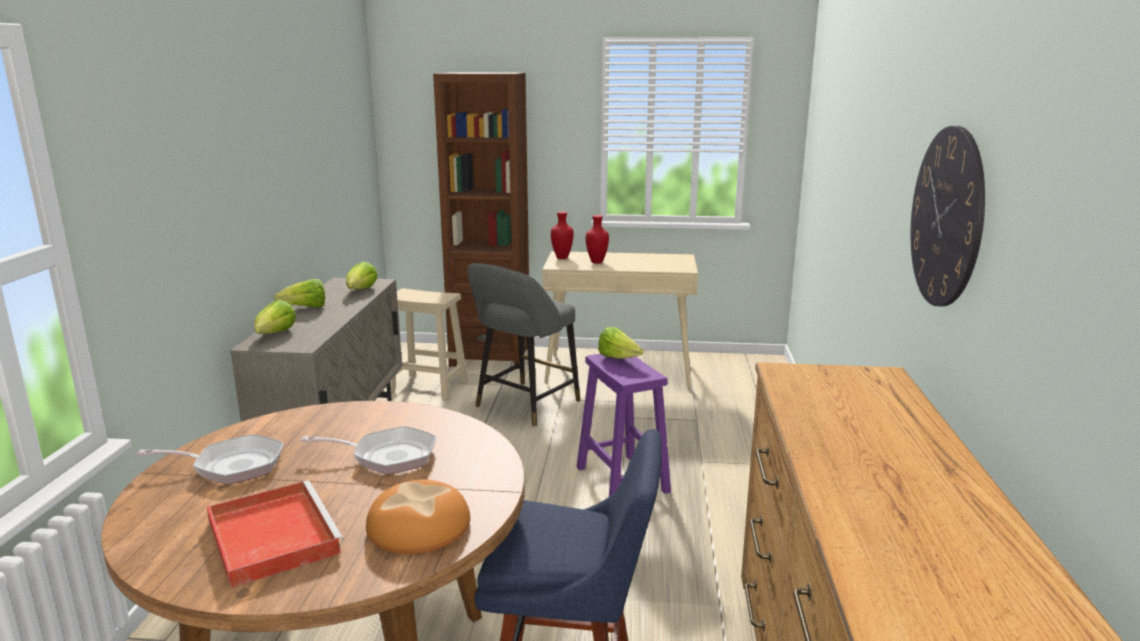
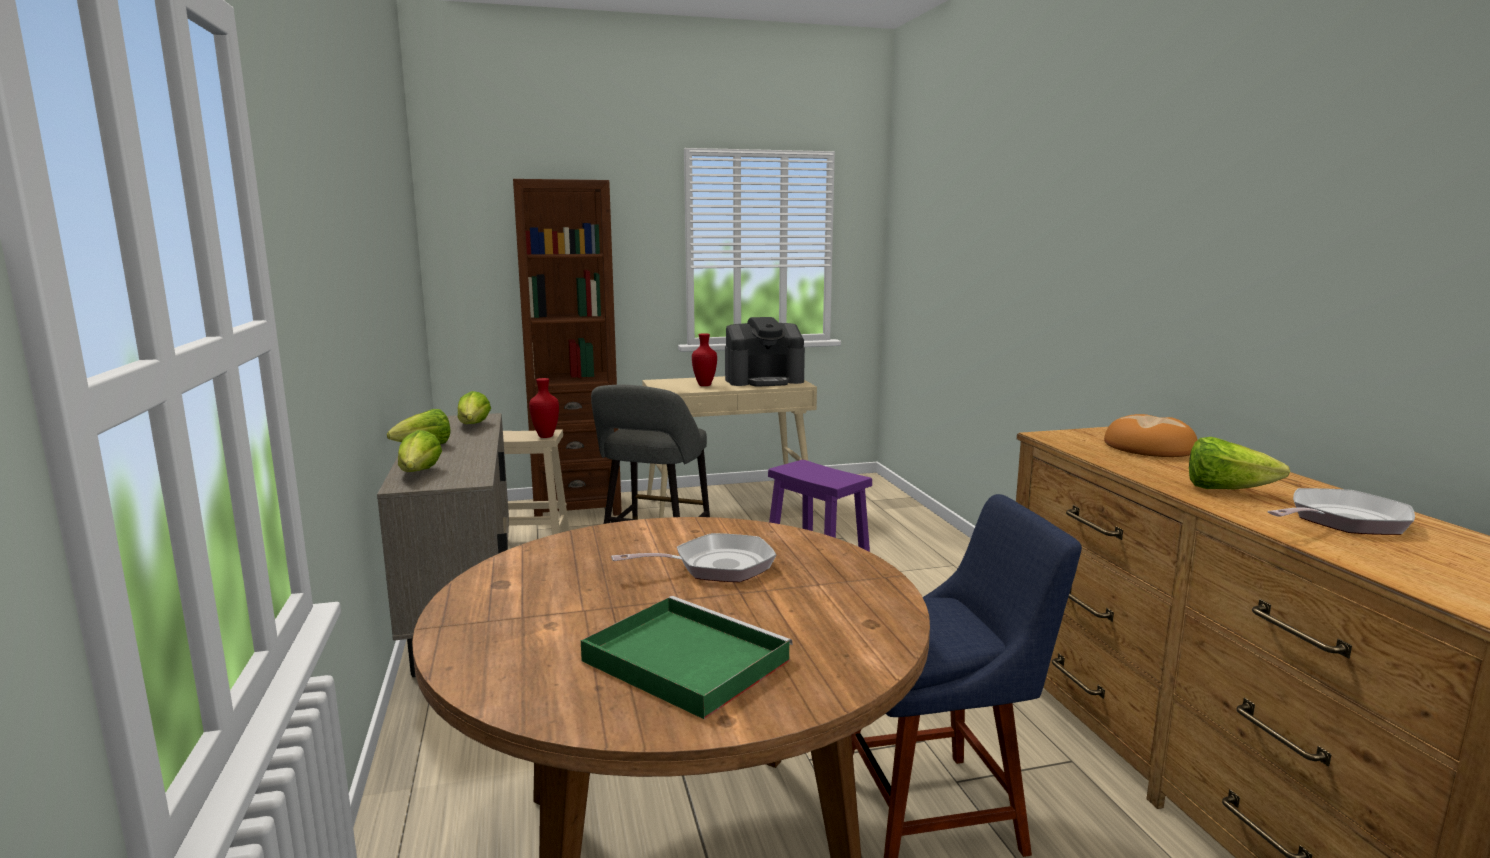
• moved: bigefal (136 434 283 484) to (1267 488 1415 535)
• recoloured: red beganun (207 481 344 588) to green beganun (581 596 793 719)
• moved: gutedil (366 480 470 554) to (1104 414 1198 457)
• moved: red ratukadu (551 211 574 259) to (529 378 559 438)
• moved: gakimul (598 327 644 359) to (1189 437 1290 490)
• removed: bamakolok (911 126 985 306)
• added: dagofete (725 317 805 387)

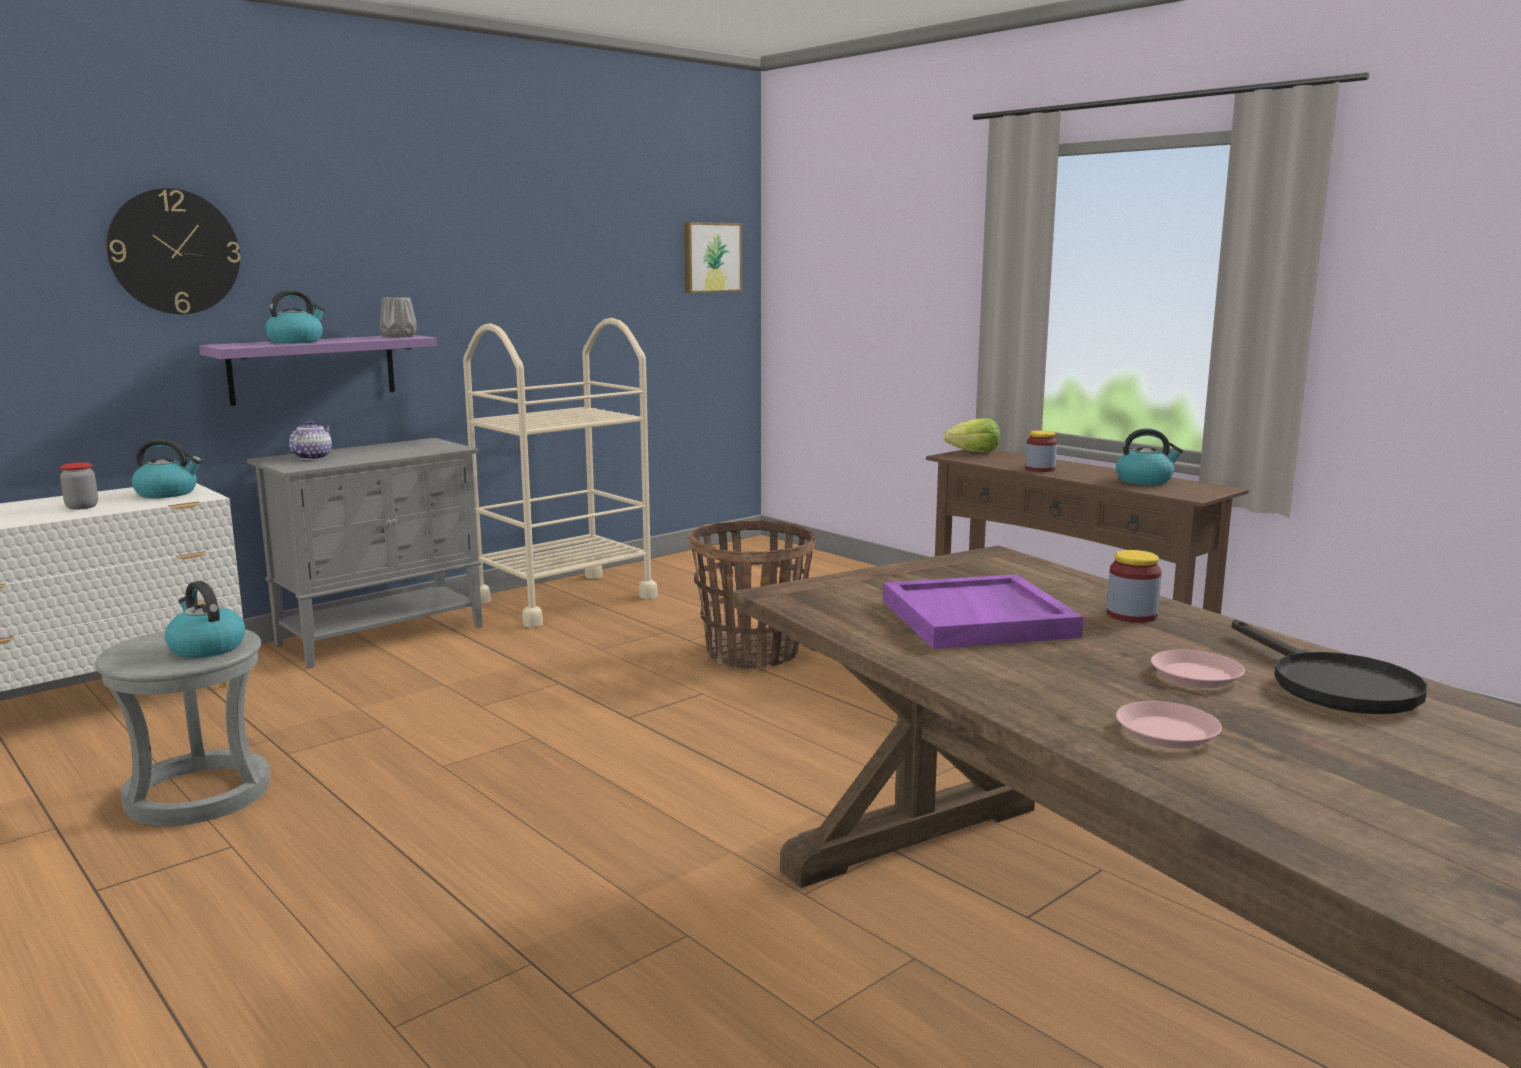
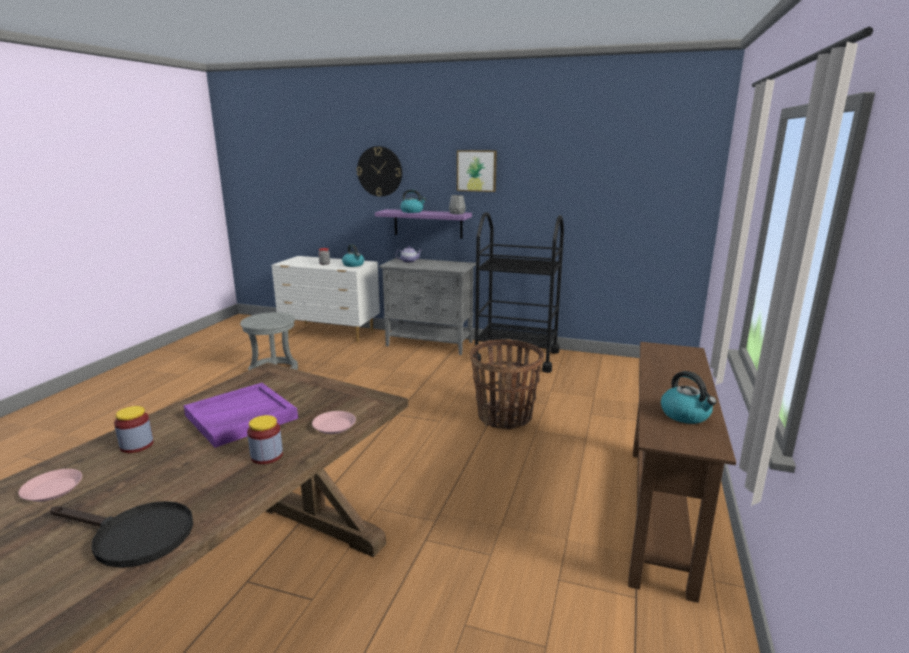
• removed: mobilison (165 581 245 658)
• recoloured: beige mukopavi (463 318 658 628) to black mukopavi (473 212 564 373)
• moved: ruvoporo (684 222 742 293) to (457 150 497 192)
• removed: gakimul (944 418 1000 453)
• moved: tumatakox (1025 430 1057 472) to (114 406 154 453)
• moved: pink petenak (1151 650 1245 688) to (312 411 356 434)
• turned: black bigefal (1232 619 1428 714) = (50 501 193 568) 120 degrees counterclockwise

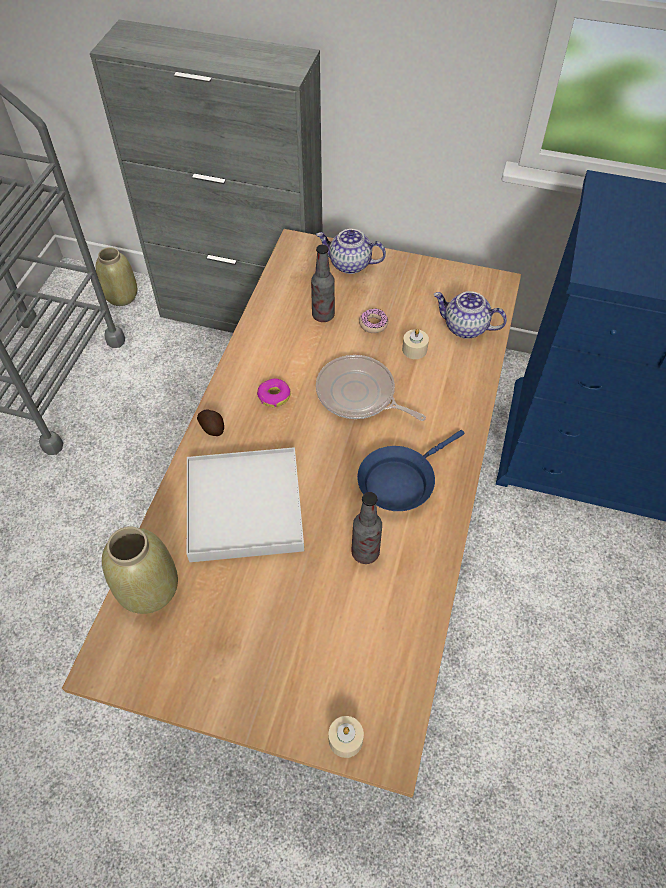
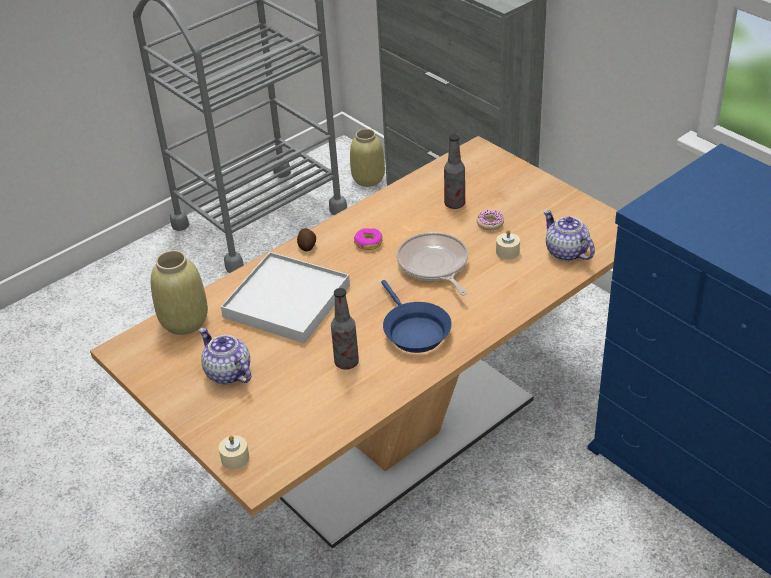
• moved: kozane (316 229 386 274) to (199 328 251 384)
• turned: blue bigefal (357 430 464 511) = (381 280 452 353) 105 degrees counterclockwise

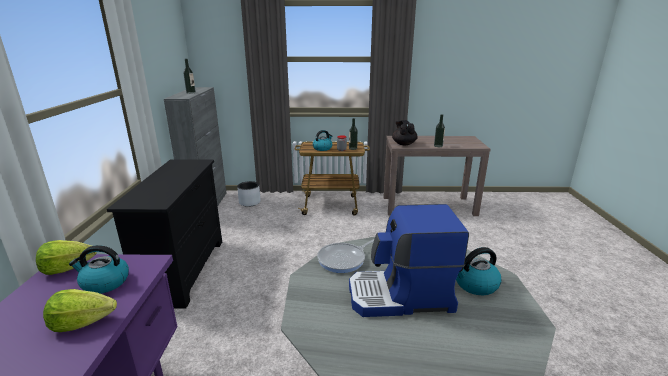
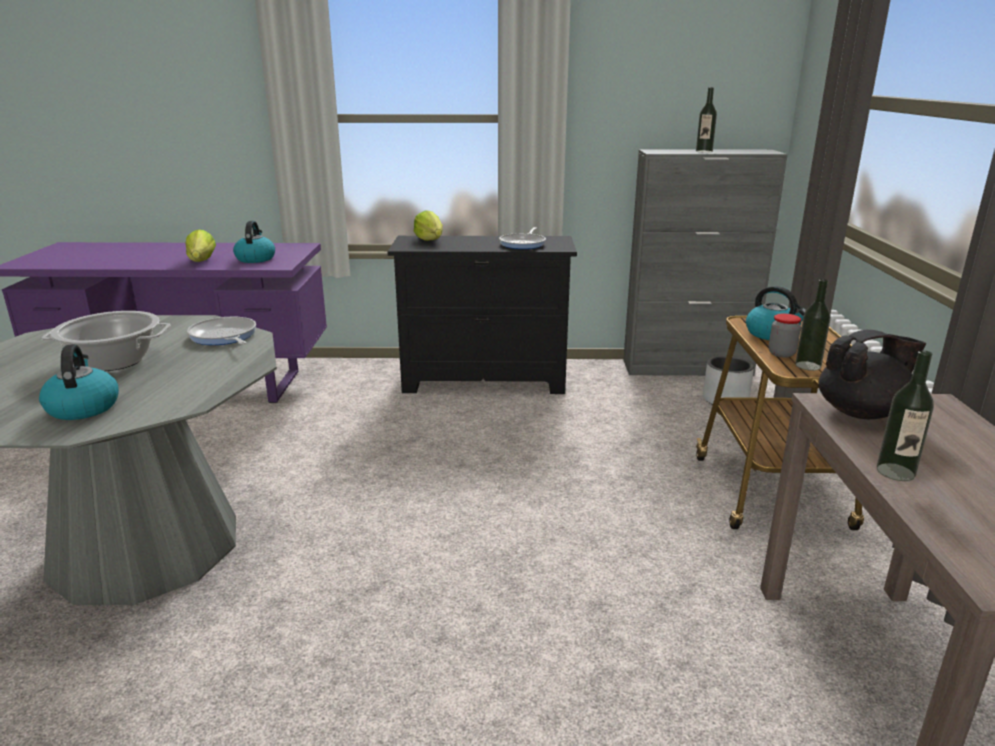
• moved: gakimul (36 240 97 275) to (414 210 443 241)
• replaced: dagofete (349 204 469 317) to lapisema (41 311 171 371)
• added: bigefal (499 227 546 249)

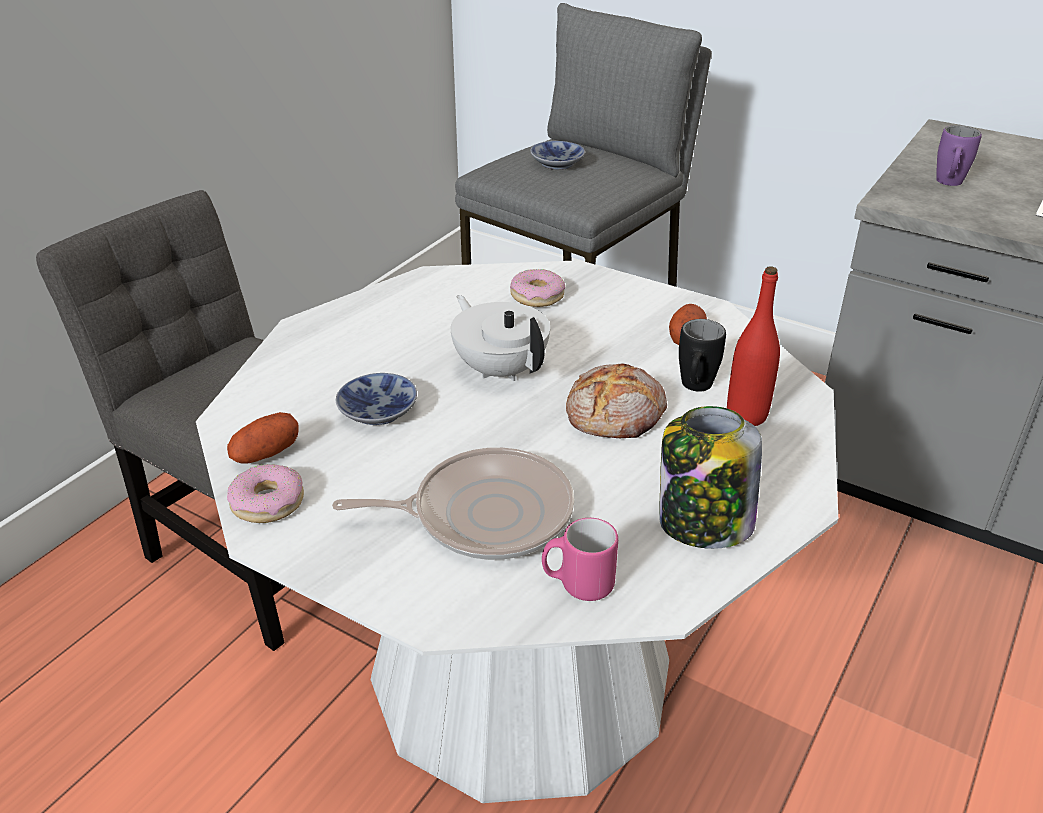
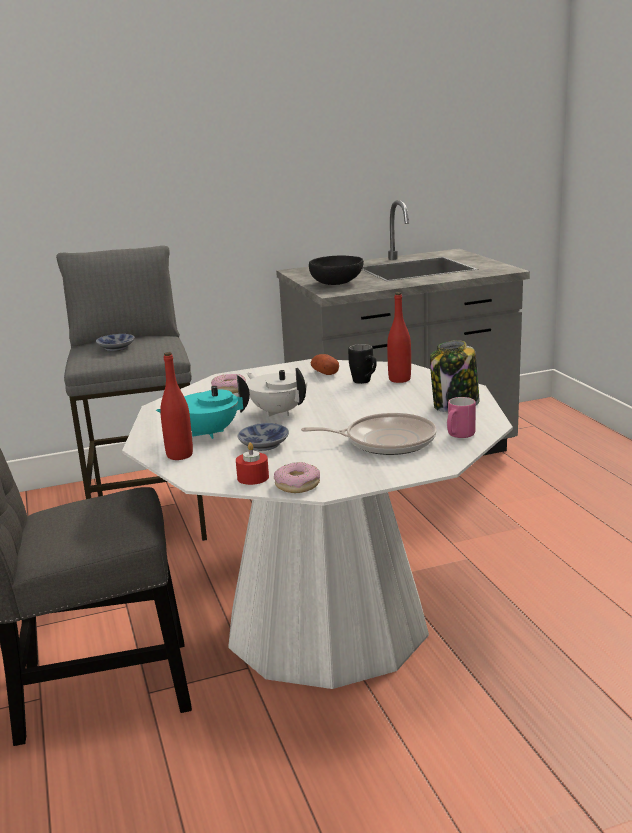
• replaced: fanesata (227 412 299 464) to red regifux (236 443 269 485)
• turned: bigefal (332 447 574 560) = (301 413 436 455) 60 degrees clockwise
• turned: white kozane (451 295 550 381) = (247 368 307 417) 45 degrees clockwise
• removed: gutedil (566 364 667 438)
• replaced: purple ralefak (936 125 982 186) to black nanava (309 256 364 285)
• added: turquoise kozane (156 375 250 439)
• added: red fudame (160 352 193 460)

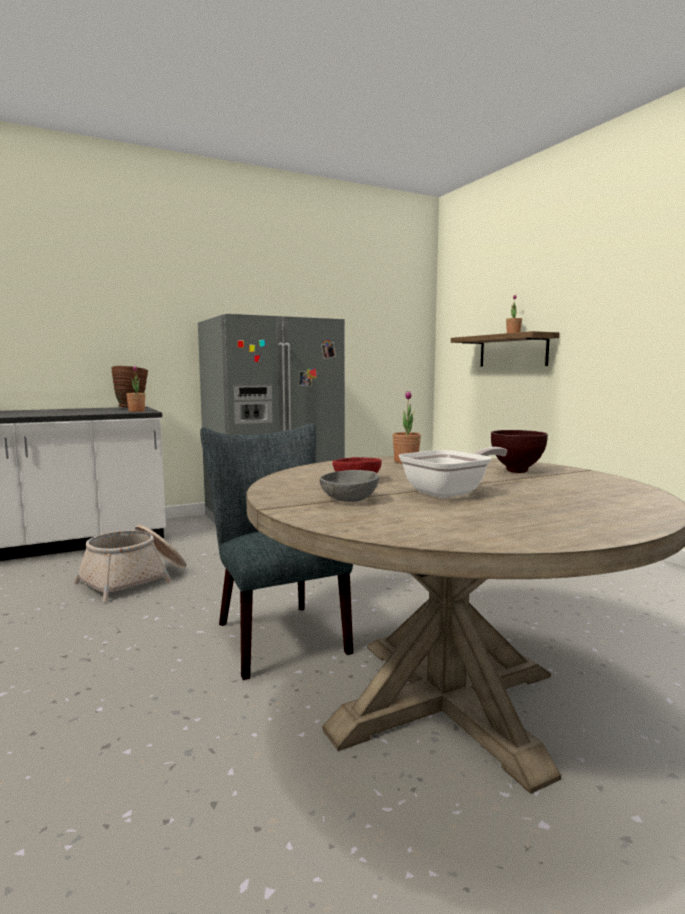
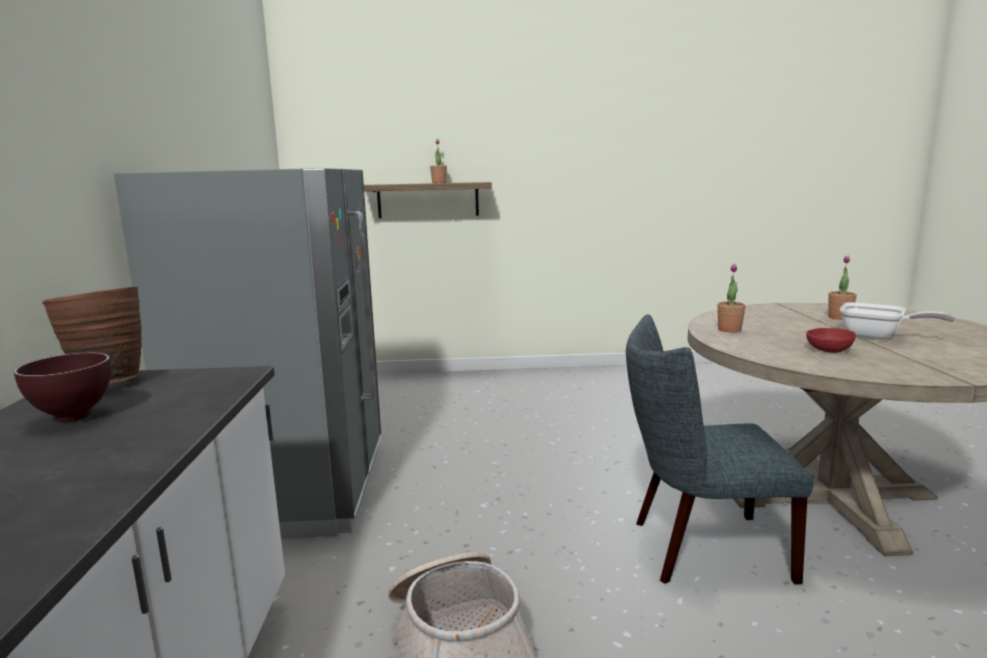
• moved: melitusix (126 366 146 412) to (828 256 857 320)
• removed: grey nanava (319 470 379 502)
• turned: bigefal (399 447 507 498) = (840 302 955 340) 135 degrees clockwise
• moved: brown nanava (491 430 548 473) to (14 352 111 422)

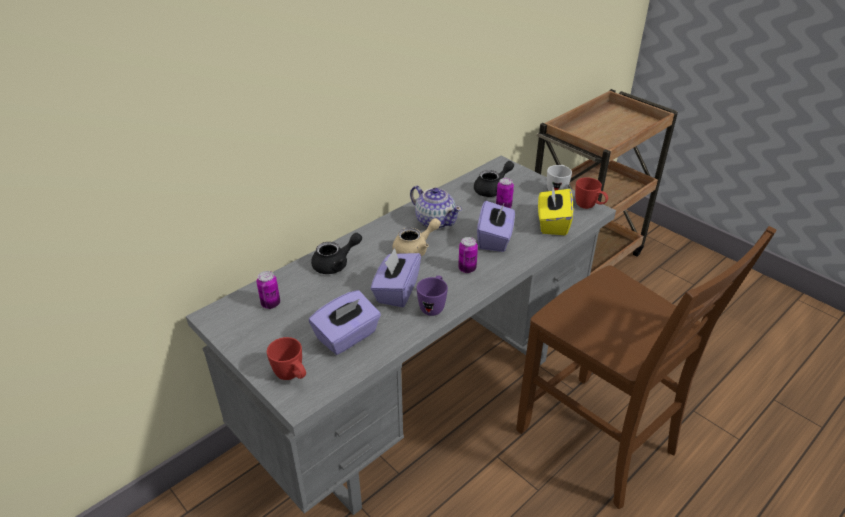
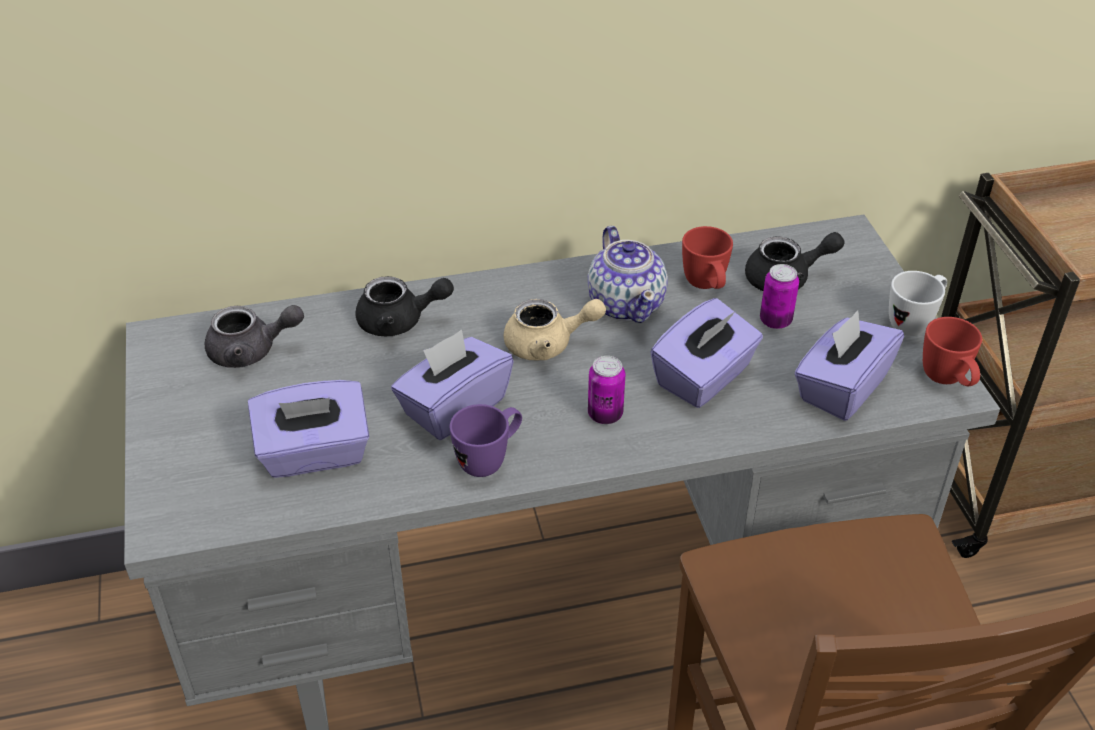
• replaced: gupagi (256 271 280 309) to grey kozane (204 305 304 368)
• moved: red ralefak (267 337 306 380) to (682 226 733 289)
• recoloured: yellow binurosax (538 187 573 235) to purple binurosax (794 311 904 421)

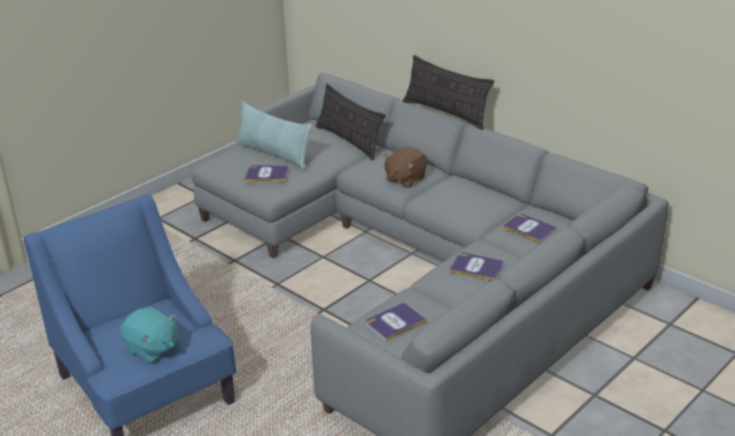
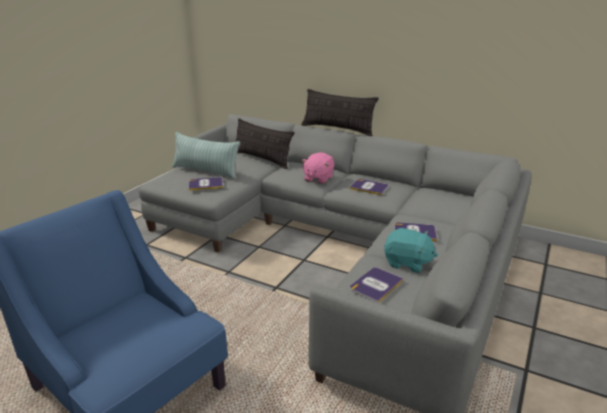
• moved: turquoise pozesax (120 307 178 363) to (384 228 438 273)
• recoloured: brown pozesax (383 147 427 188) to pink pozesax (301 152 334 184)
• moved: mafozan (502 214 556 243) to (349 179 389 195)

